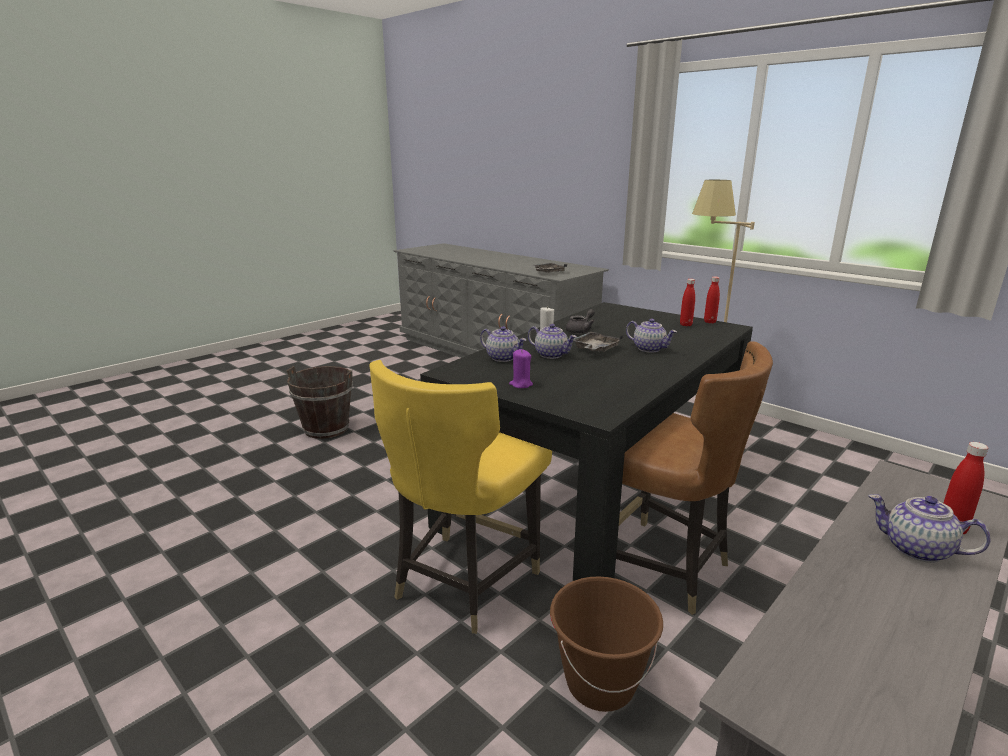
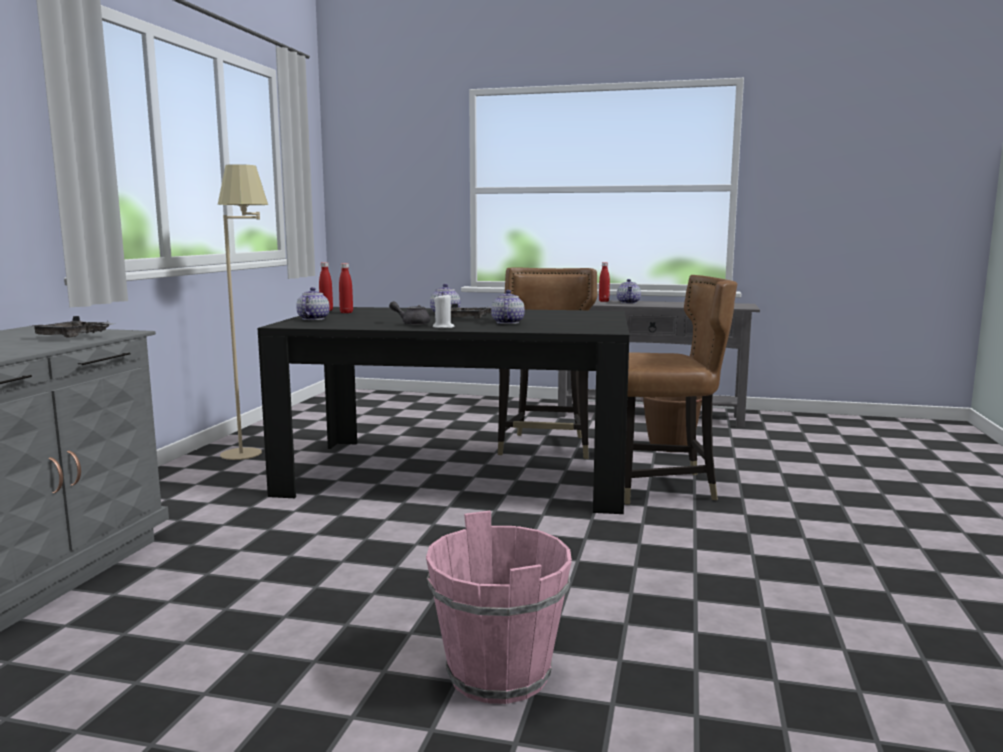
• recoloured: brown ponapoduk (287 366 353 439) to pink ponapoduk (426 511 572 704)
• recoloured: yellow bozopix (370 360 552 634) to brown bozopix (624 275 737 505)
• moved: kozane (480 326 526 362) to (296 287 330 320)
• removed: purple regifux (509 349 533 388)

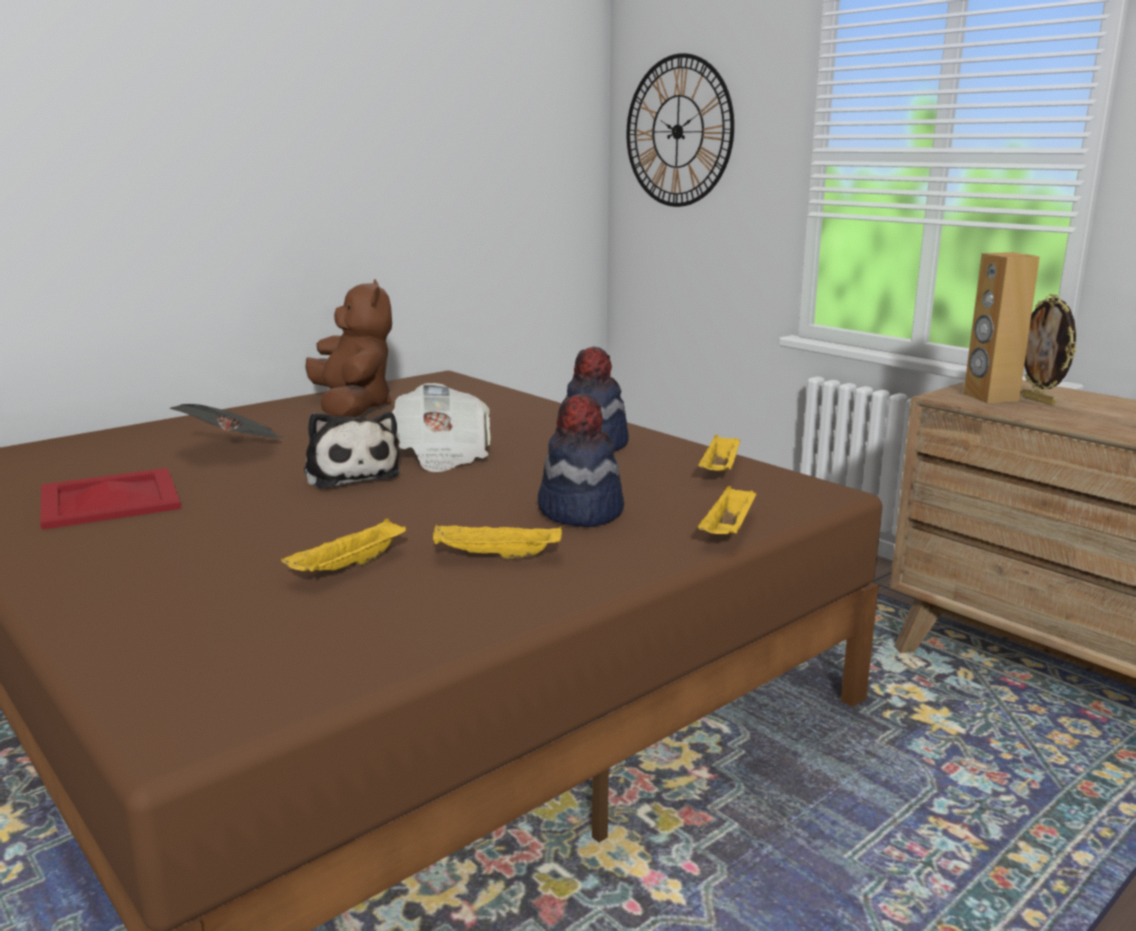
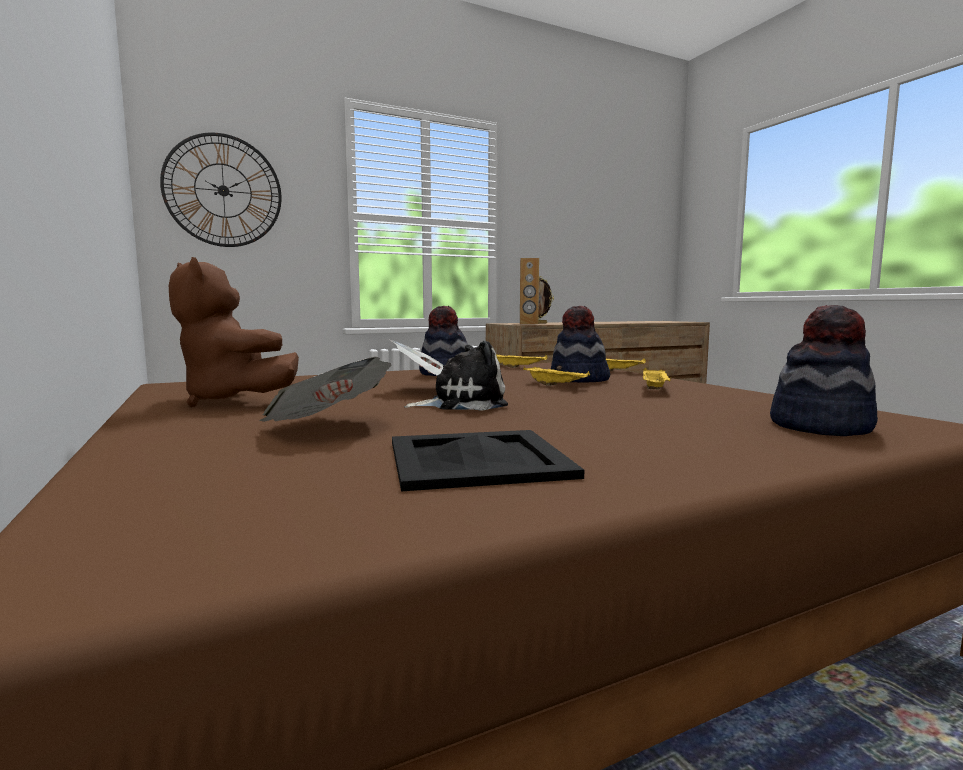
• recoloured: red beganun (40 468 181 530) to black beganun (392 430 584 491)
• moved: yellow beganun (281 519 406 572) to (523 366 590 386)
• turned: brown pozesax (305 279 392 417) = (169 257 299 407) 135 degrees counterclockwise
• added: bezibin (770 305 878 436)

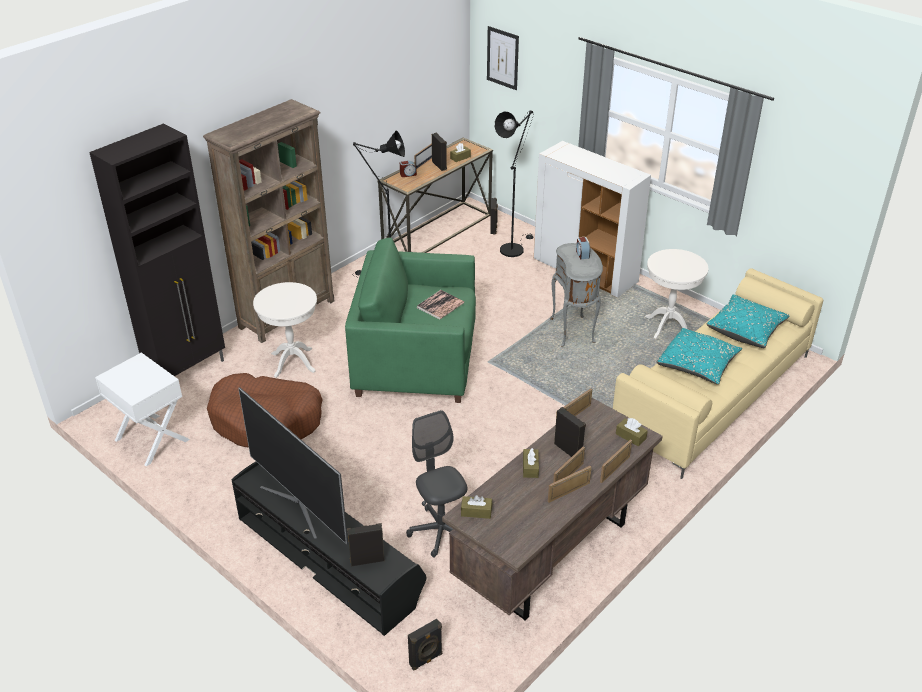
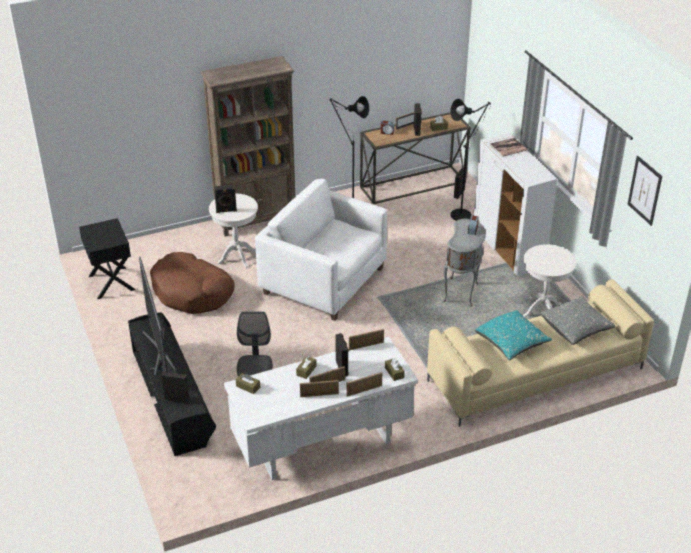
• removed: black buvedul (89 123 225 376)
• recoloured: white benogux (95 352 190 466) to black benogux (79 218 135 299)
• recoloured: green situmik (345 238 476 403) to white situmik (255 179 387 321)
• moved: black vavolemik (408 619 442 671) to (214 185 237 213)
• moved: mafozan (417 290 464 320) to (490 138 527 157)
• recoloured: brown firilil (442 398 663 620) to white firilil (224 337 418 480)
• moved: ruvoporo (487 26 519 90) to (628 156 662 226)
• recoloured: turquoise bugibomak (707 295 789 348) to grey bugibomak (540 296 616 345)

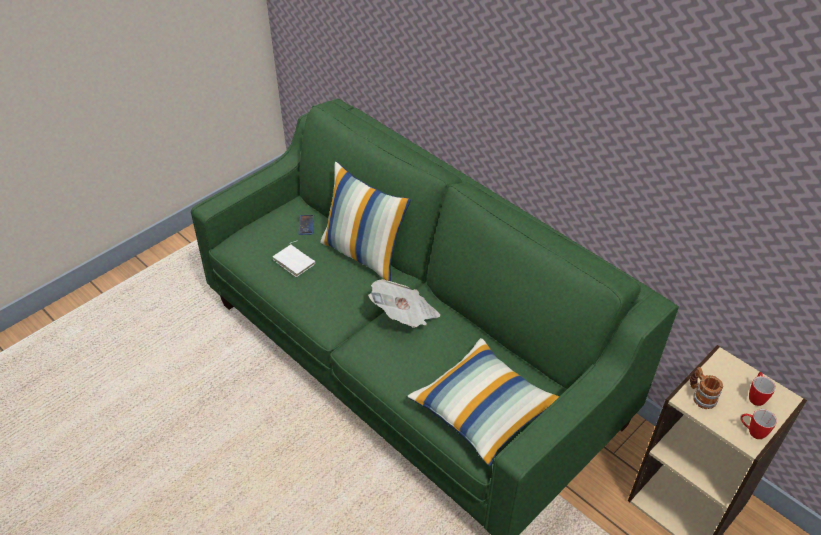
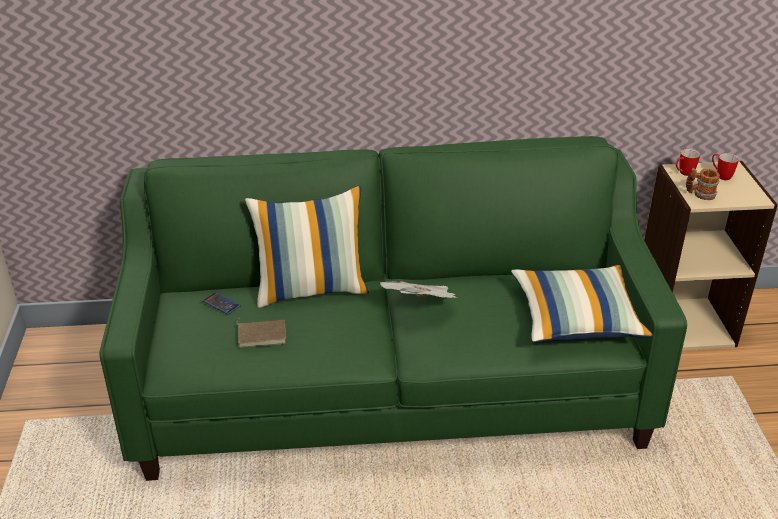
• recoloured: white mafozan (273 241 315 277) to brown mafozan (236 317 286 347)
• moved: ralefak (741 409 777 439) to (676 149 700 176)

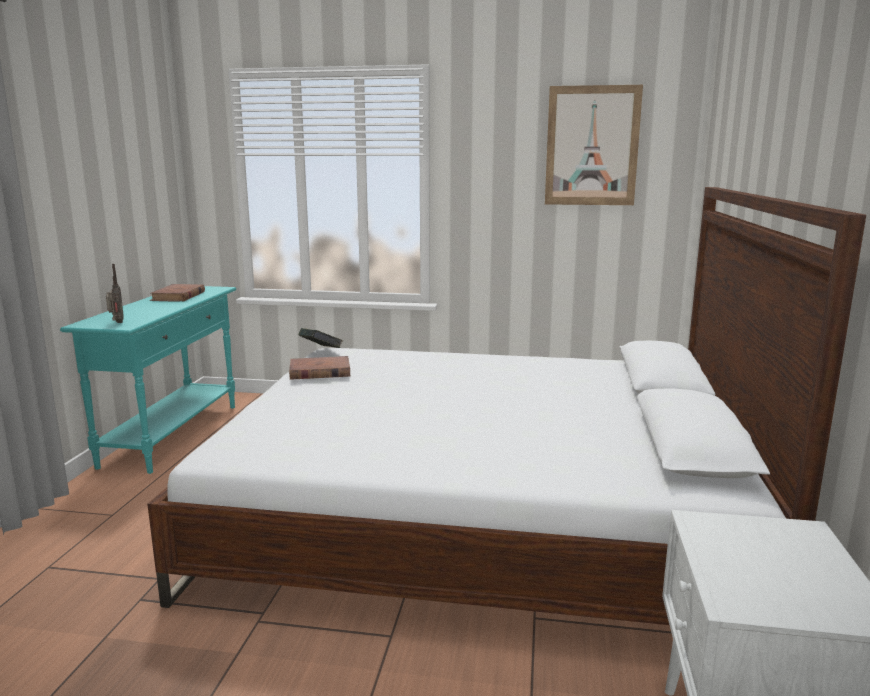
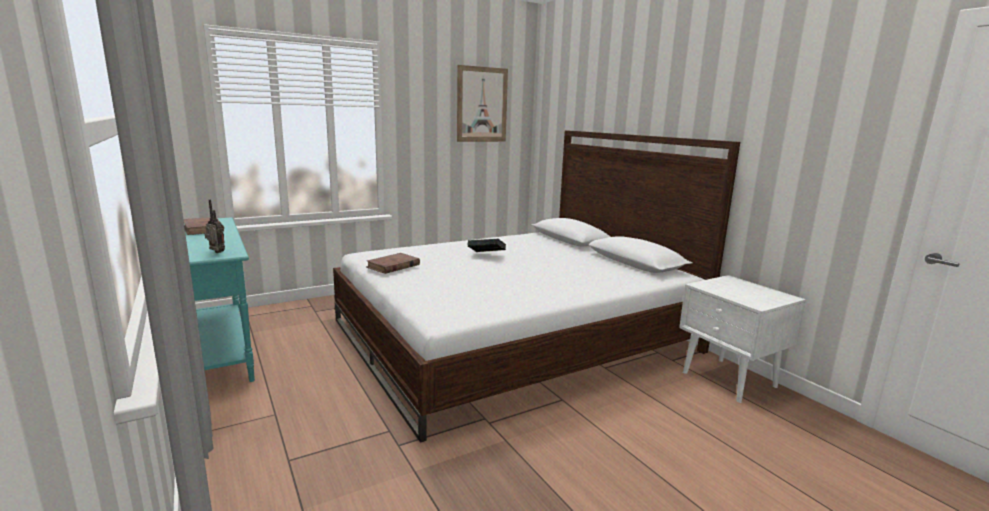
• moved: mafozan (298 328 343 348) to (467 239 506 252)

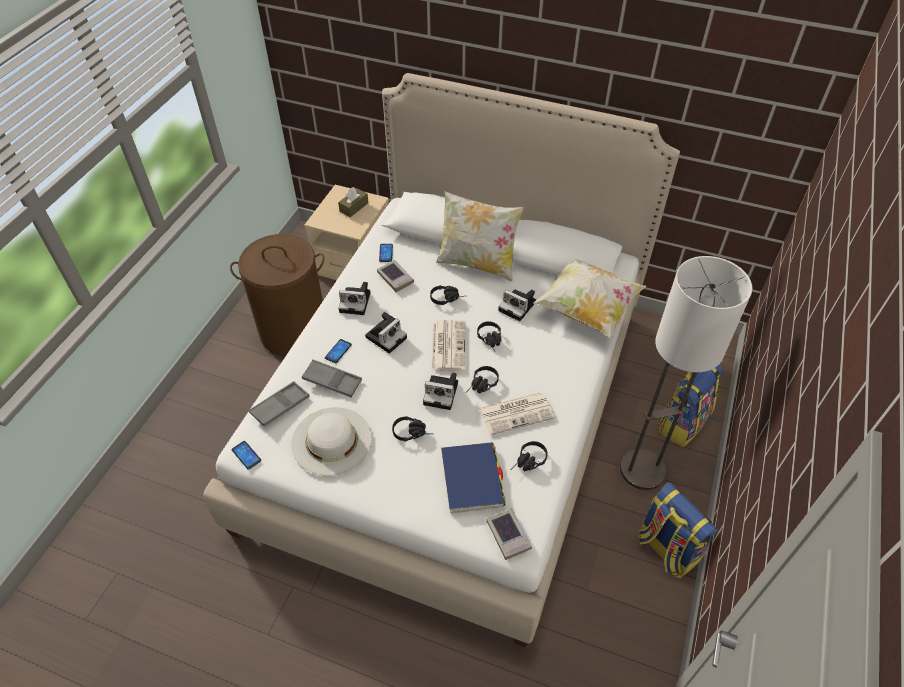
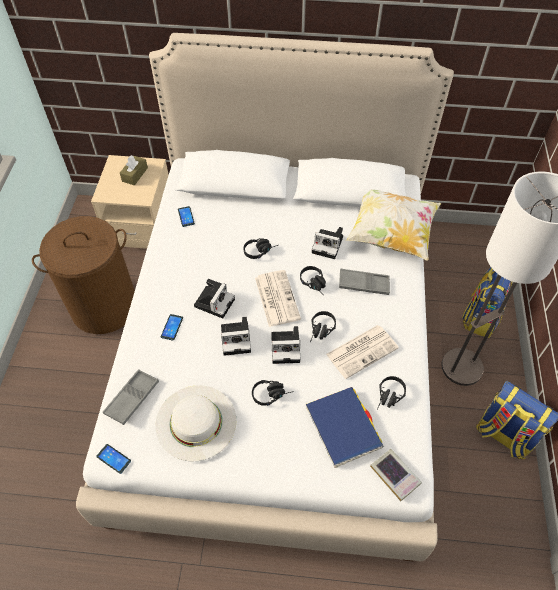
• moved: grey beganun (302 359 362 398) to (339 269 390 295)
• moved: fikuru (339 282 371 315) to (221 317 251 356)
• removed: mafozan (377 260 414 292)
• removed: bugibomak (436 191 524 281)

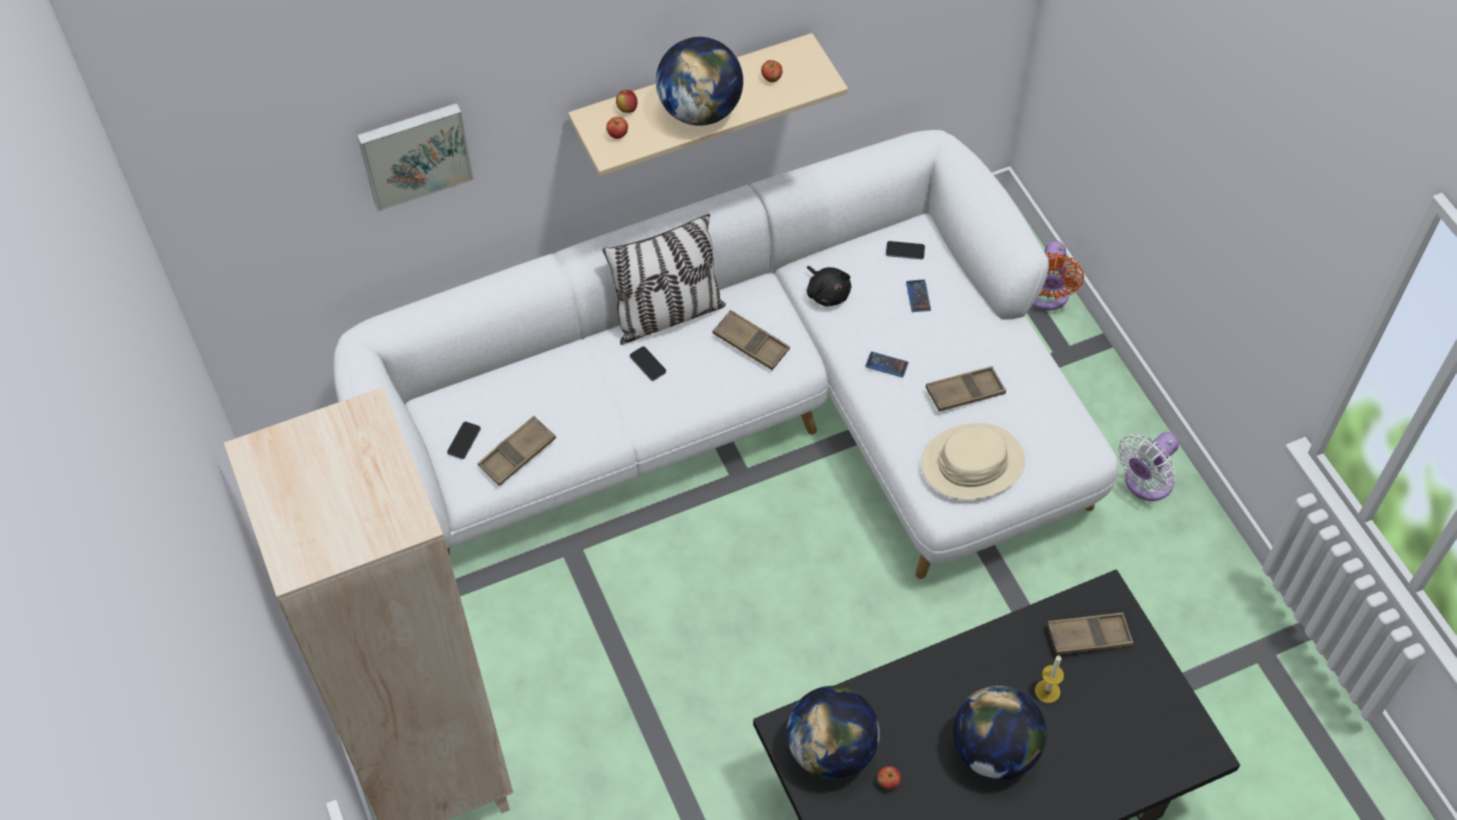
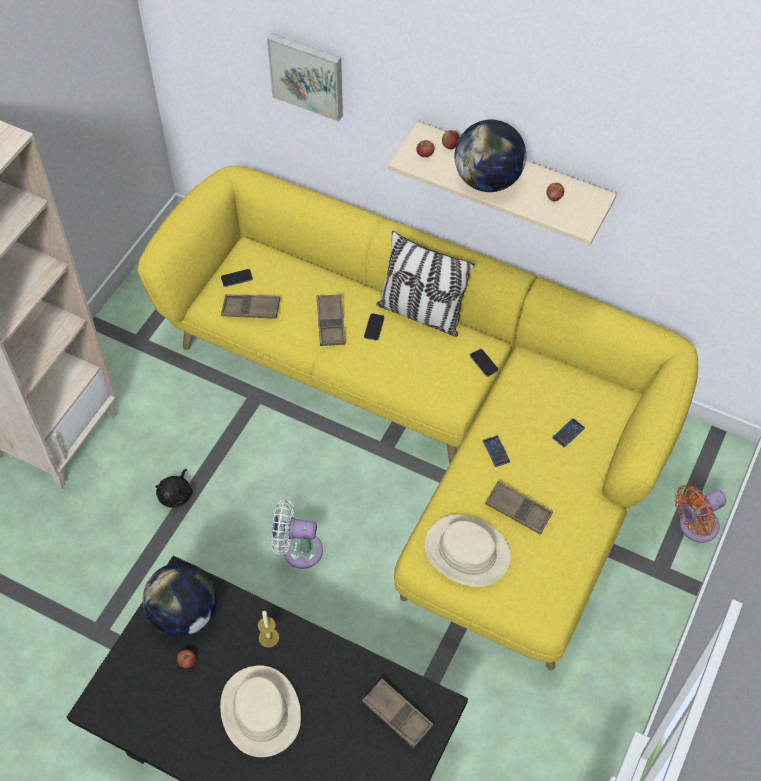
• recoloured: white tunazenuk (333 130 1119 579) to yellow tunazenuk (137 166 698 670)
• moved: brown beganun (712 310 790 370) to (317 294 345 346)
• moved: black pozesax (807 266 851 307) to (156 469 193 508)
• moved: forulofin (886 241 925 259) to (470 349 499 377)
• replaced: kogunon (953 686 1047 780) to beige bezibin (220 665 301 757)
• moved: regifux (1035 655 1064 703) to (258 611 279 648)
• moved: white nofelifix (1117 432 1179 501) to (271 500 323 569)

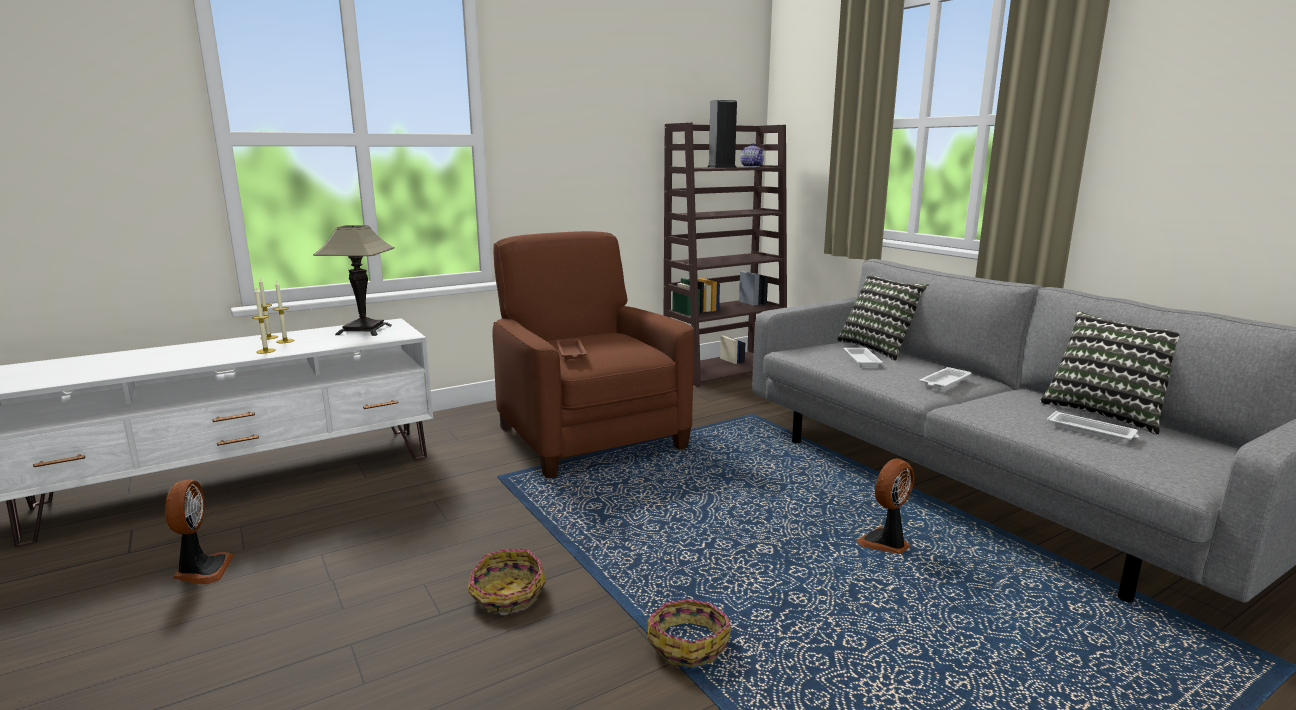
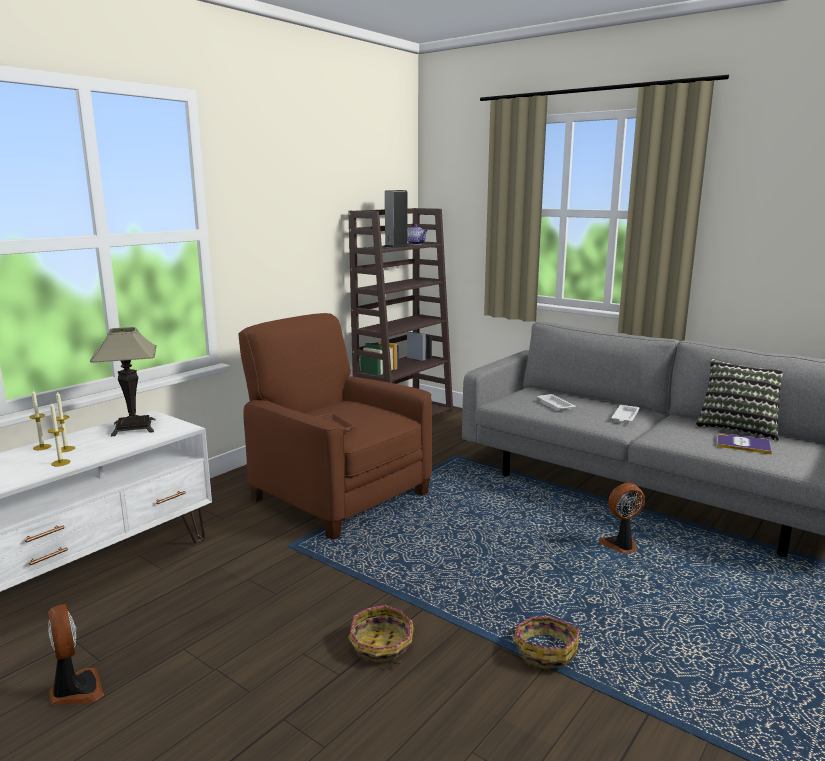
• removed: bugibomak (837 274 929 361)
• turned: nofelifix (856 458 915 554) = (599 483 645 554) 45 degrees clockwise
• replaced: white beganun (1047 411 1139 442) to mafozan (717 433 772 454)

